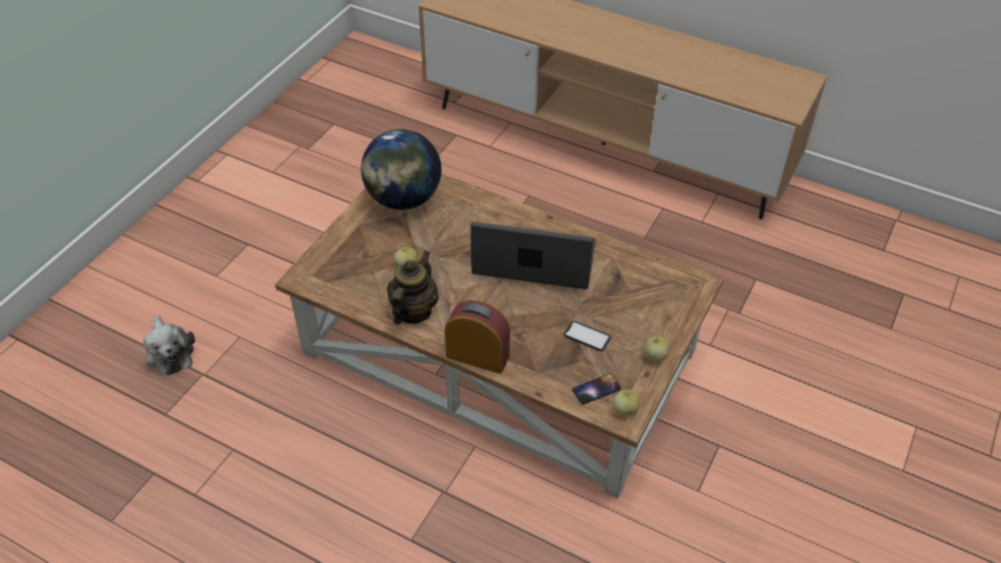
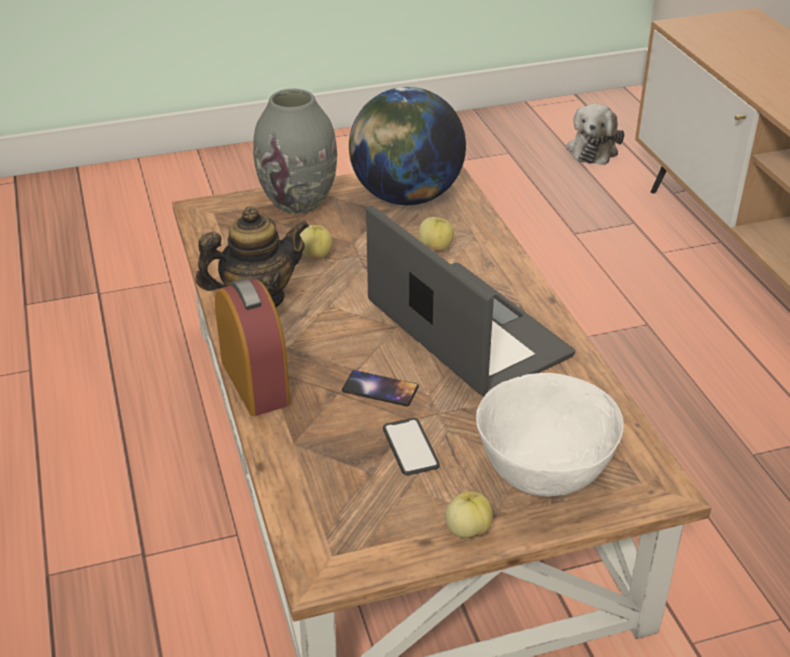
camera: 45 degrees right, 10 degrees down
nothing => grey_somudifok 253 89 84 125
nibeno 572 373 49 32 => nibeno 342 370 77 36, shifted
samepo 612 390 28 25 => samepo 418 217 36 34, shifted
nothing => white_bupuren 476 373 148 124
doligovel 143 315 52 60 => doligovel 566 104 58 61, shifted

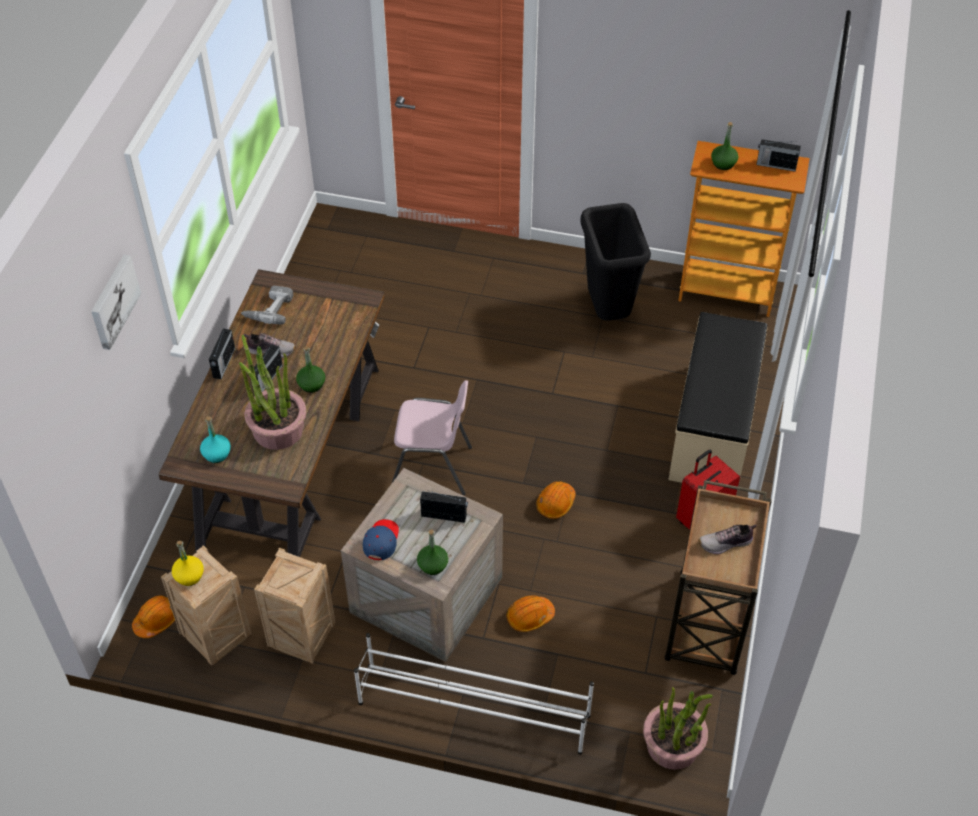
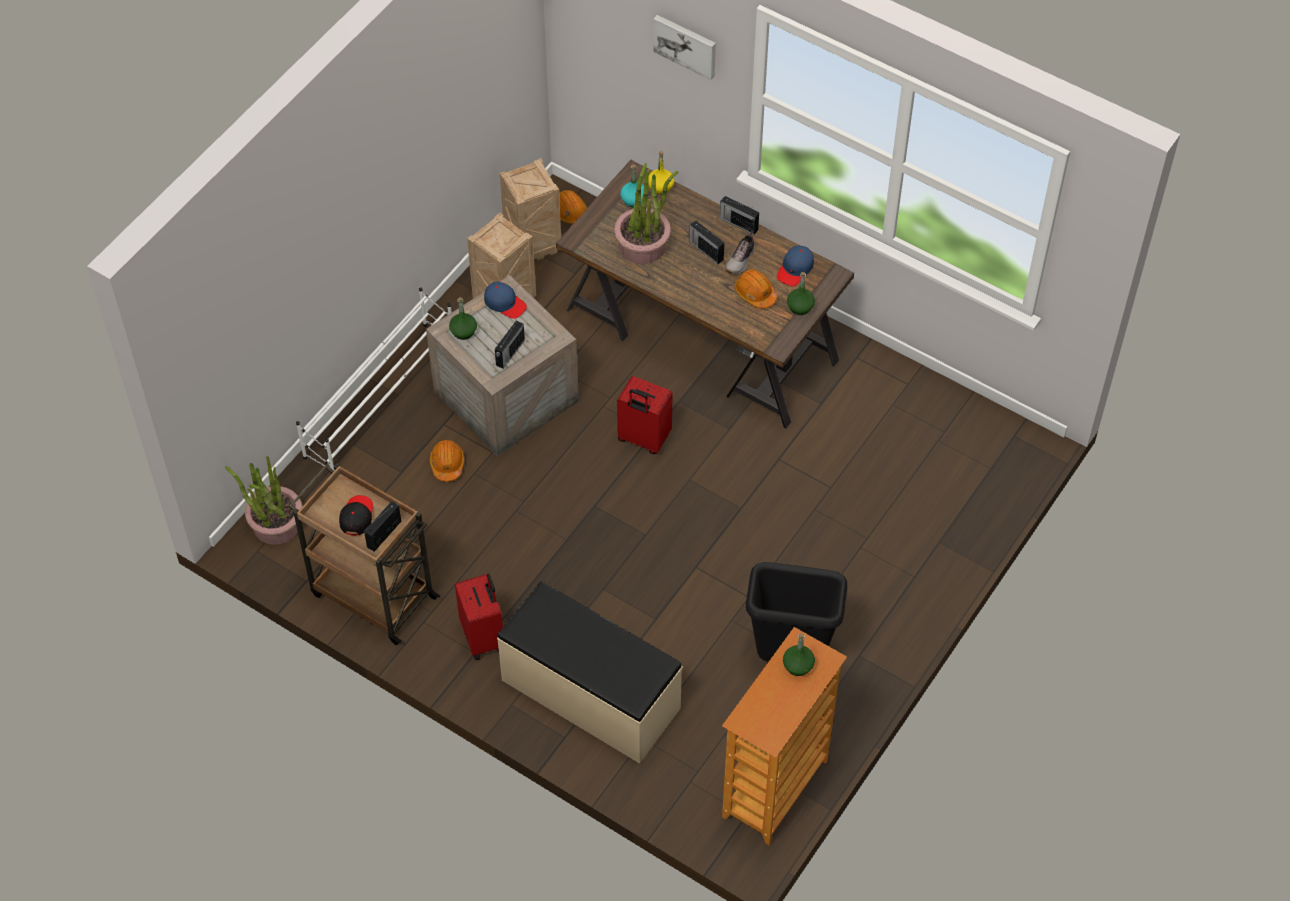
camera: 110 degrees right, 5 degrees up
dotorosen 699 525 58 30 => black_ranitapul 339 495 34 40
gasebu 756 139 45 33 => gasebu 364 501 37 51, shifted
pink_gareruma 392 380 80 115 => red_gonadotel 617 376 55 78
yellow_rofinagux 172 541 32 45 => yellow_rofinagux 648 151 26 43, shifted
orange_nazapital 536 481 40 38 => orange_nazapital 735 269 42 40, shifted
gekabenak 241 286 52 38 => blue_ranitapul 777 245 37 41
green_rofinagux 296 346 29 47 => green_rofinagux 787 272 28 43, shifted

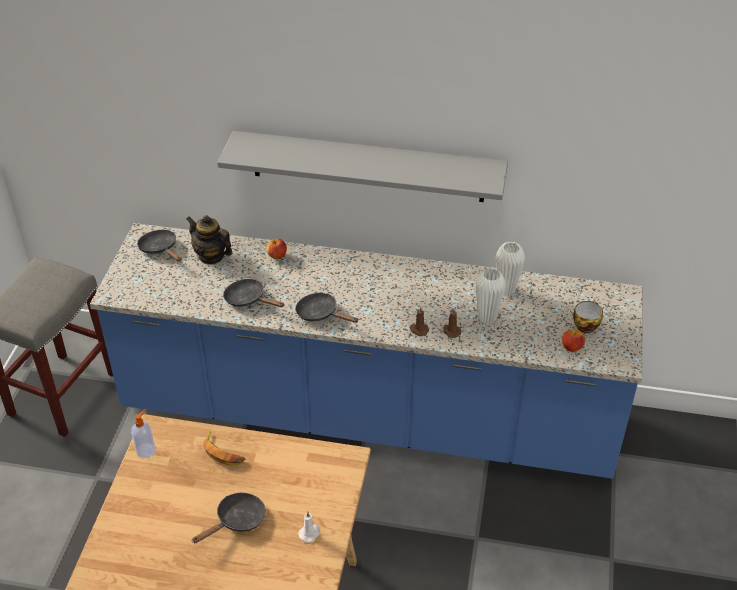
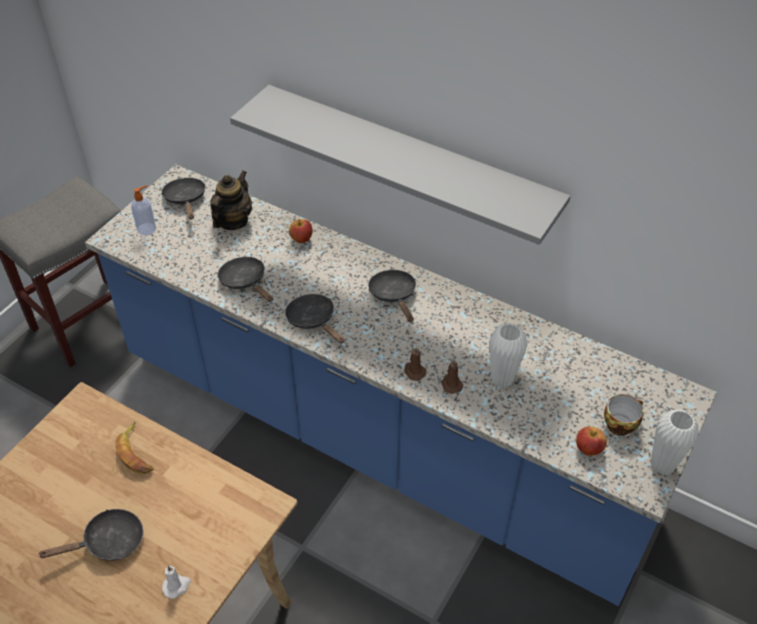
camera: 20 degrees right, 5 degrees up
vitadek 131 409 24 49 => vitadek 131 185 25 50, shifted
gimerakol 186 215 47 50 => gimerakol 211 170 41 60, 60 degrees clockwise
nothing => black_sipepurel 368 270 48 52
white_somudifok 496 242 29 54 => white_somudifok 650 409 49 66, shifted

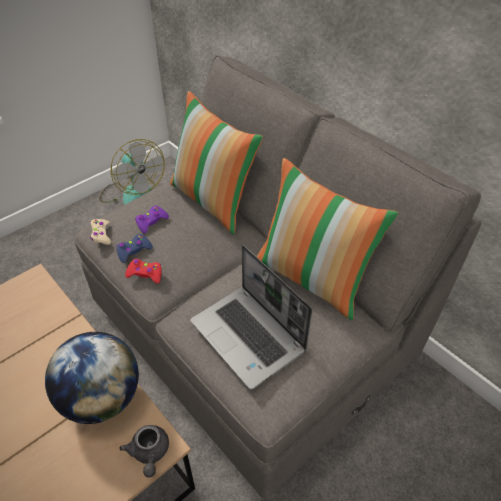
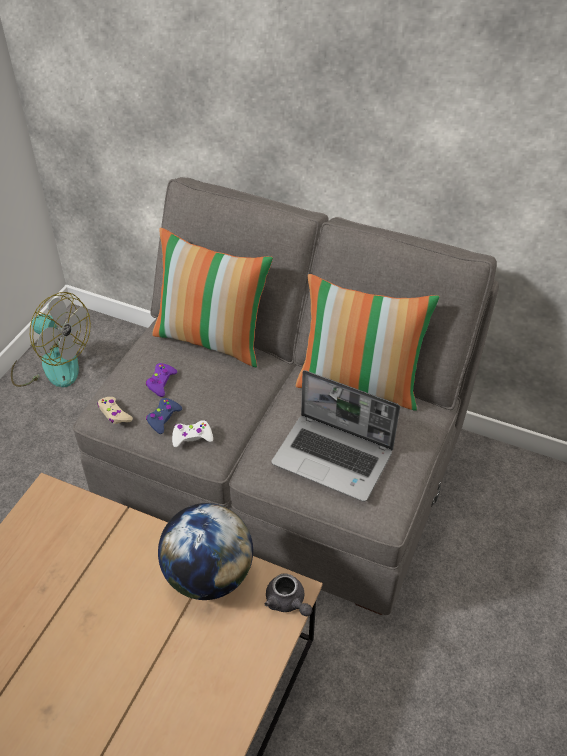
camera: 25 degrees left, 0 degrees up
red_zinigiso 125 259 37 24 => white_zinigiso 172 420 41 27

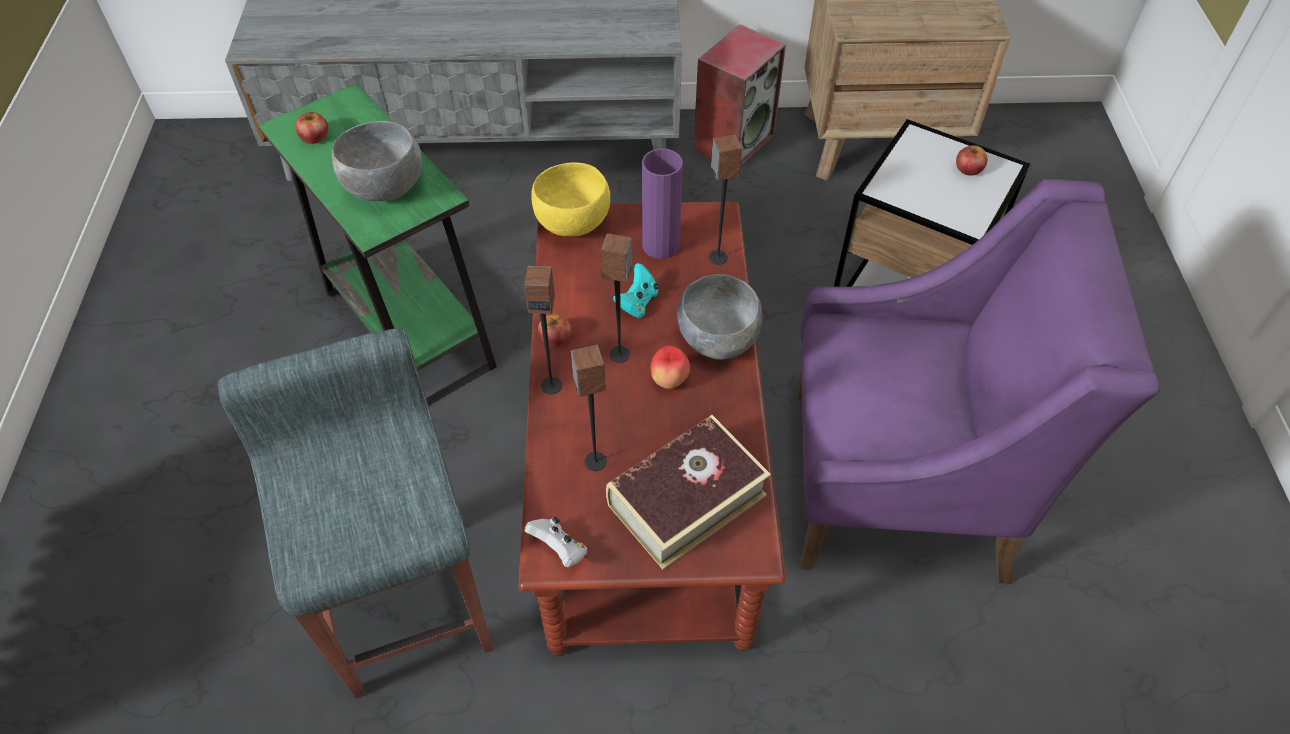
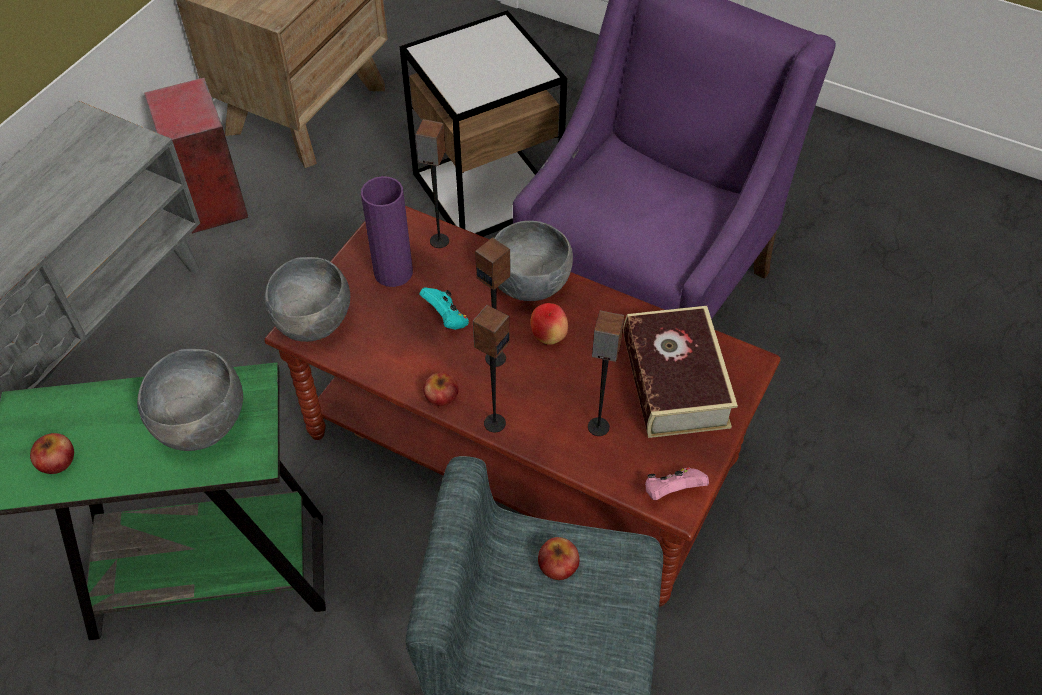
camera: 60 degrees left, 0 degrees up
yellow_bupuren 531 162 79 74 => grey_bupuren 264 257 86 85
samepo 956 145 31 31 => samepo 538 537 41 43, shifted
white_zinigiso 525 516 62 51 => pink_zinigiso 645 467 64 33

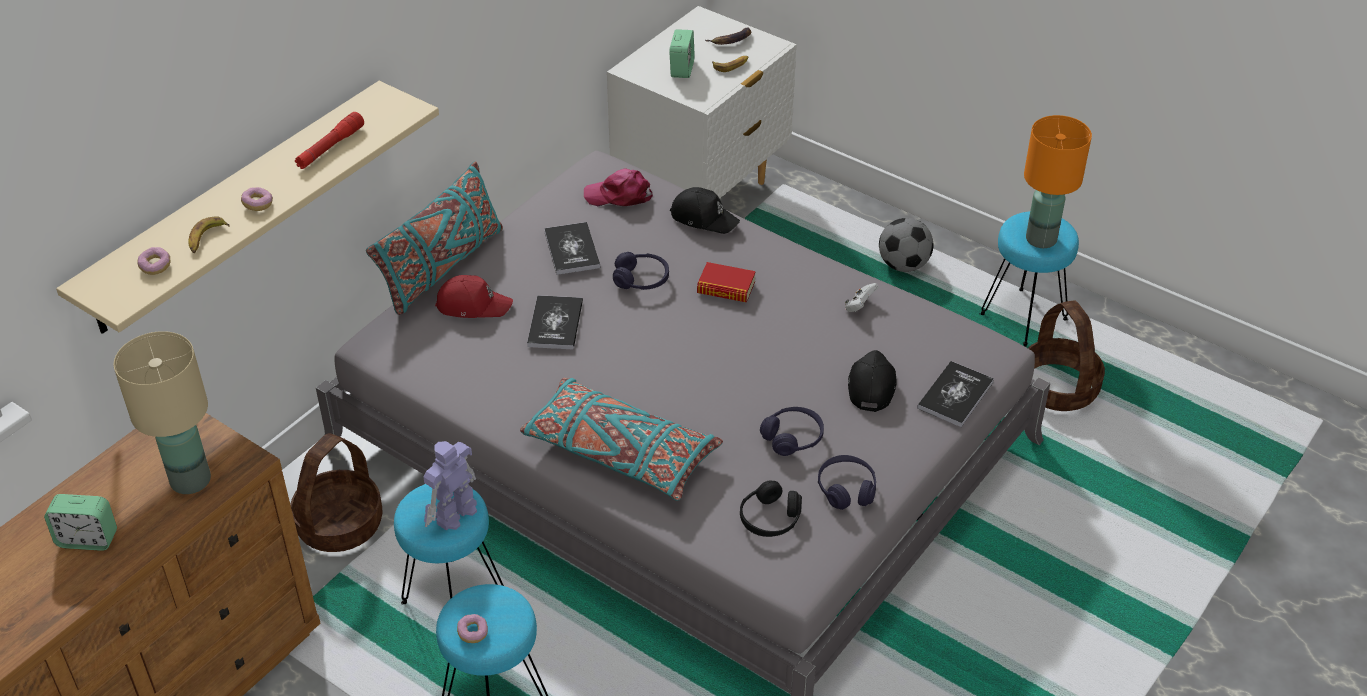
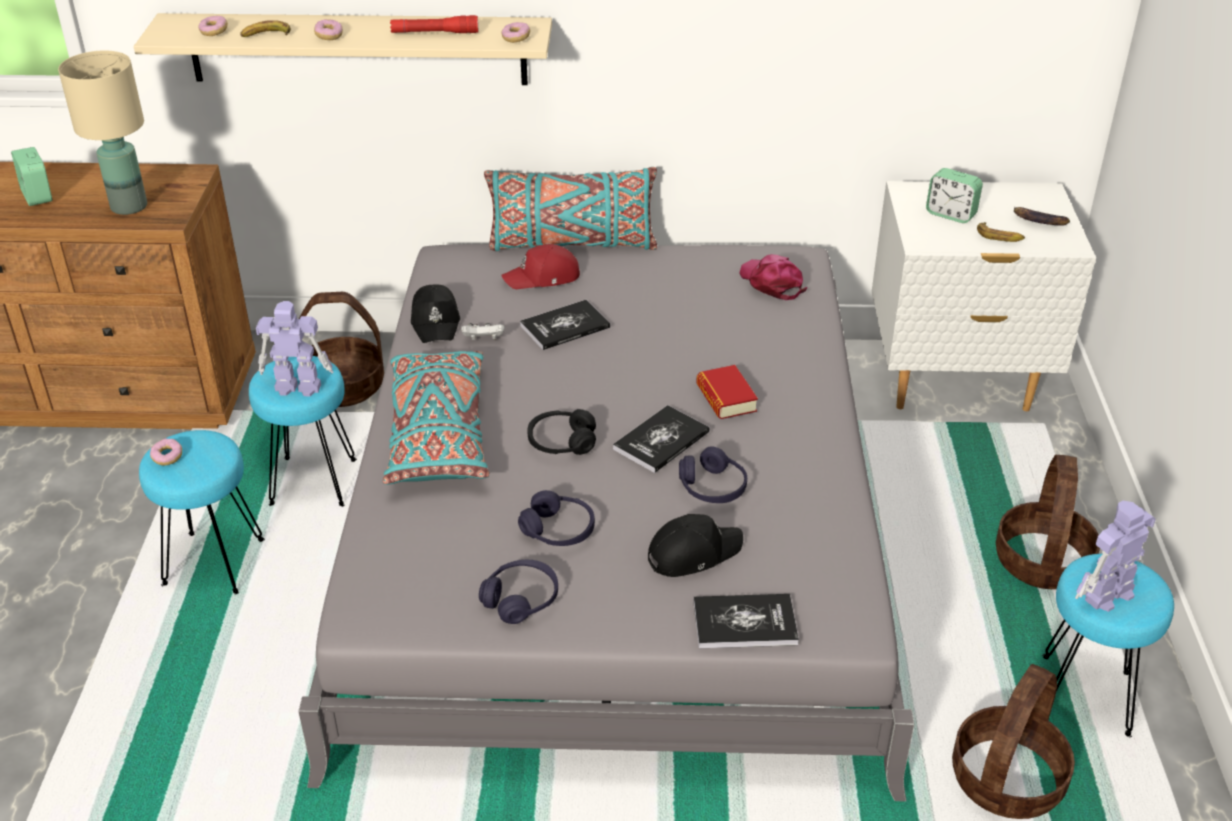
camera: 55 degrees right, 5 degrees down
black_ranitapul 670 187 70 47 => black_ranitapul 411 284 49 59, shifted
white_zinigiso 845 283 34 29 => white_zinigiso 461 323 44 17, shifted
nothing => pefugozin 502 22 28 21
red_ranitapul 435 275 78 43 => red_ranitapul 502 244 78 45, 105 degrees clockwise
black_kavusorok 740 480 62 57 => black_kavusorok 527 409 69 46, shifted
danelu 544 222 57 53 => danelu 613 405 97 68, shifted
purple_kavusorok 613 252 56 38 => purple_kavusorok 679 446 68 57, shifted
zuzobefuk 669 29 26 49 => zuzobefuk 926 168 57 55, 60 degrees clockwise
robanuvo 879 218 55 54 => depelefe 996 455 104 134
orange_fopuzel 1024 115 68 133 => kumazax 1075 501 81 111

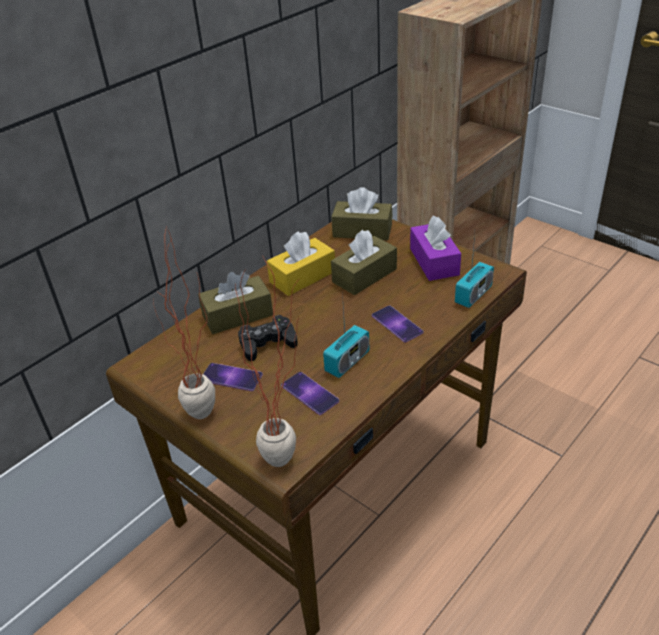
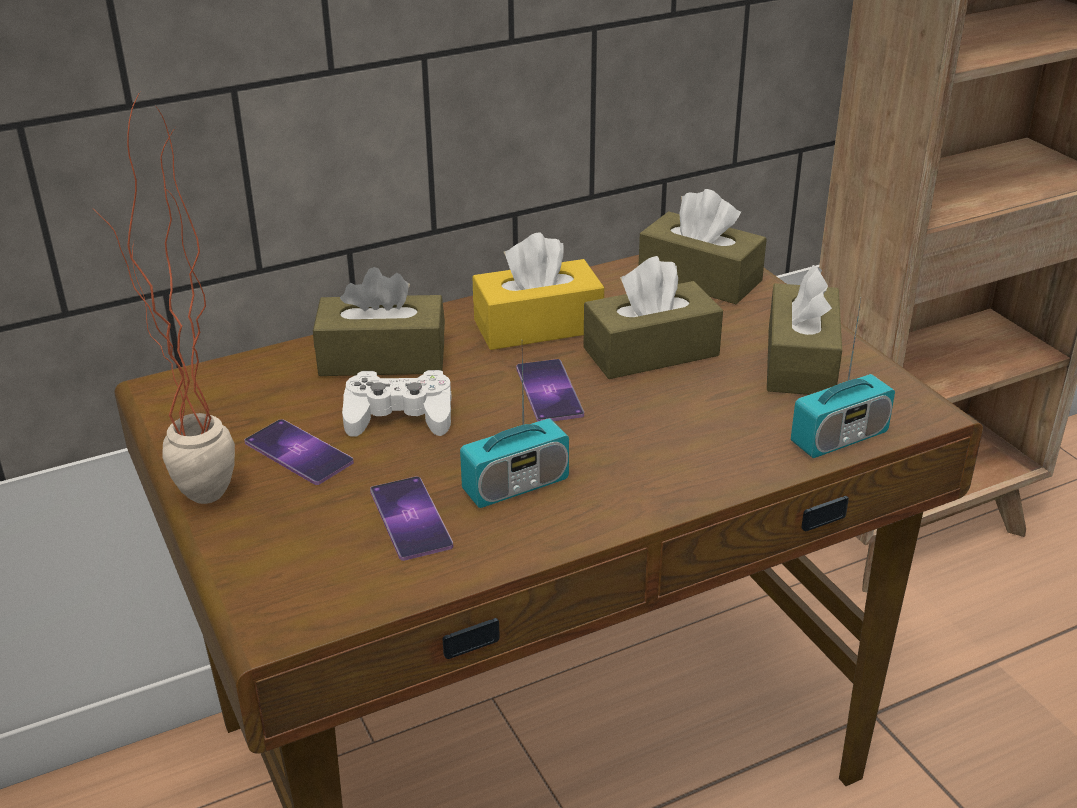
camera: 20 degrees right, 5 degrees down
black_zinigiso 238 315 60 46 => white_zinigiso 342 370 110 67
nibeno 372 305 52 37 => nibeno 516 359 68 63, shifted
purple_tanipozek 410 216 51 65 => brown_tanipozek 767 265 75 130
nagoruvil 235 255 65 212 => nothing

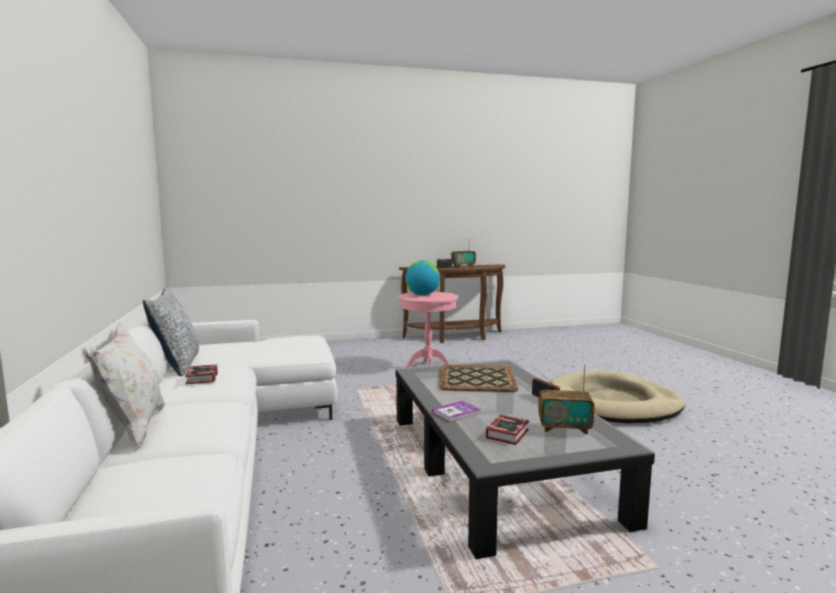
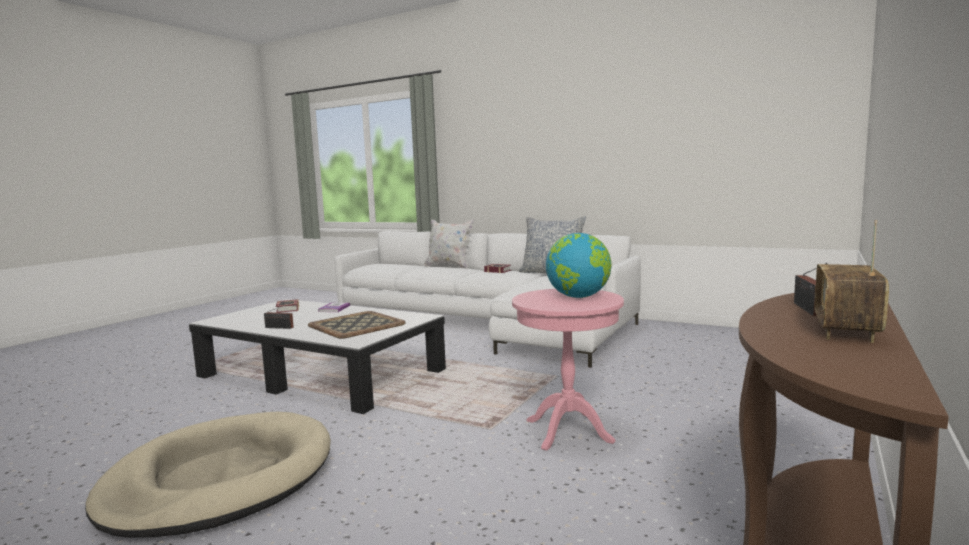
camera: 135 degrees right, 0 degrees up
gasebu 538 365 57 69 => nothing

